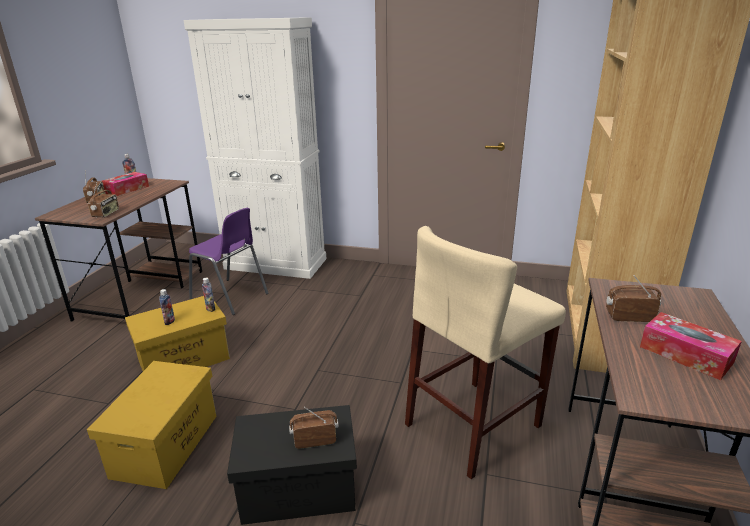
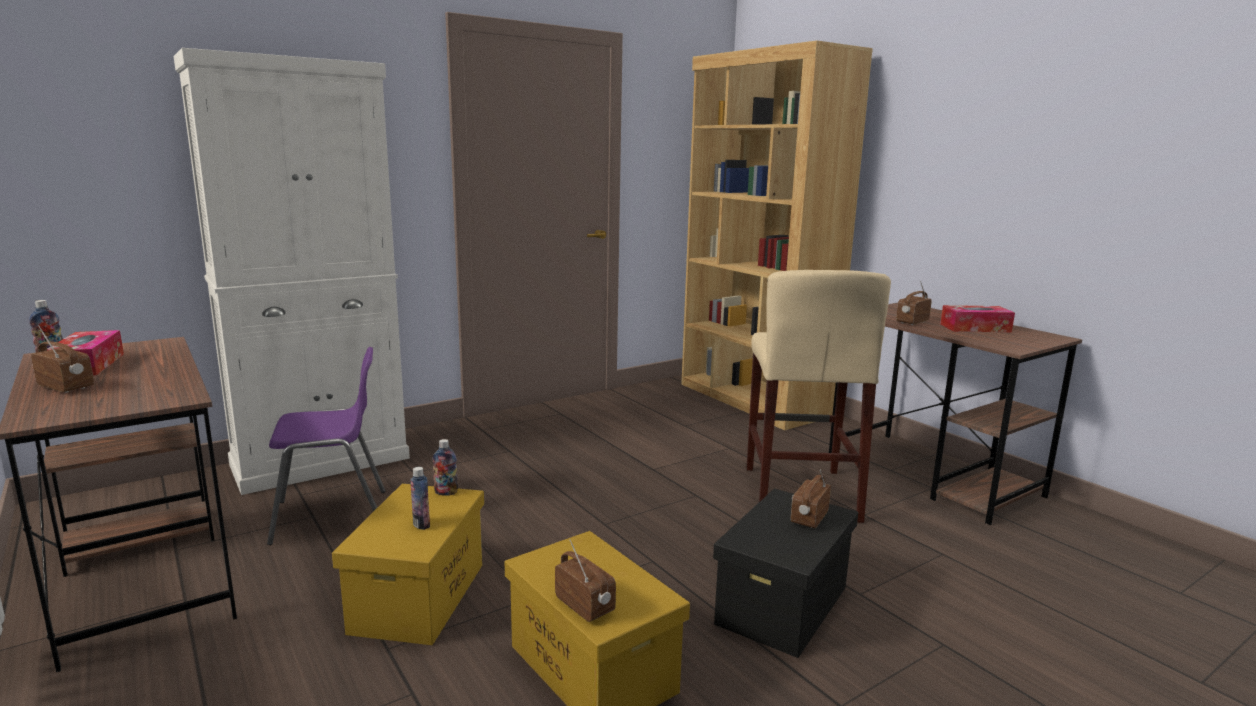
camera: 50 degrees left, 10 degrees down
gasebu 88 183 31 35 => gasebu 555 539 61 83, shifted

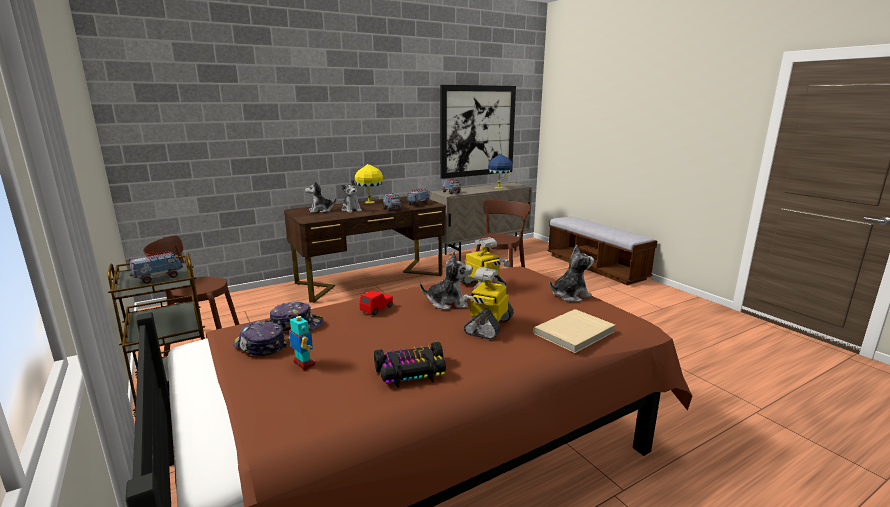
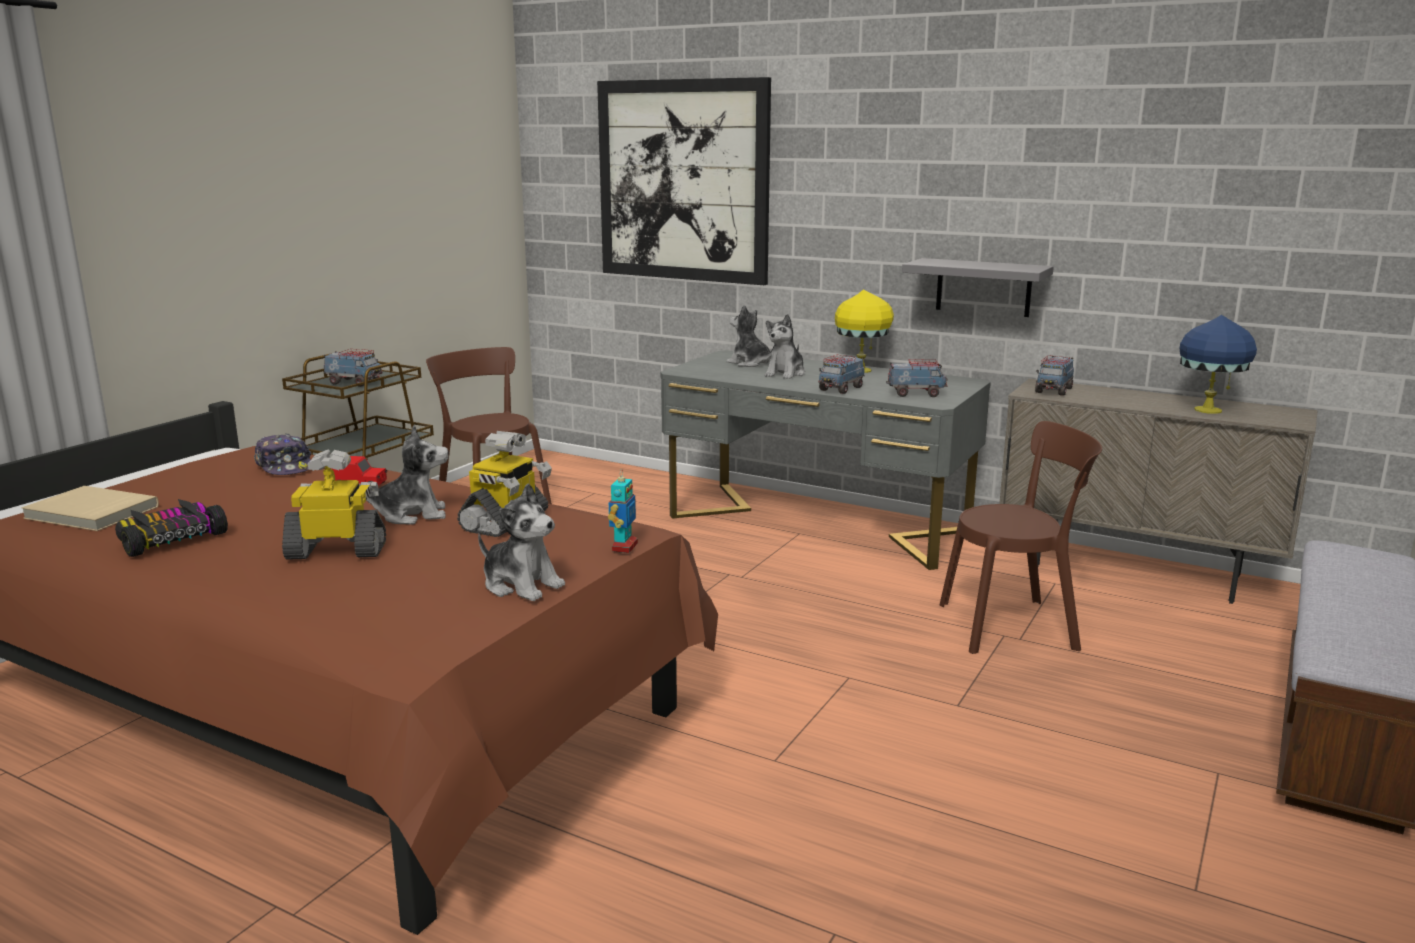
camera: 60 degrees right, 0 degrees up
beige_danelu 533 309 82 44 => beige_danelu 21 486 138 45, shifted
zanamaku 374 342 72 46 => zanamaku 115 499 113 58, 90 degrees clockwise
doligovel 420 251 53 59 => doligovel 359 425 90 100, 75 degrees counterclockwise
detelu 440 85 76 94 => detelu 597 77 174 208, shifted
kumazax 289 313 26 57 => kumazax 608 469 30 84, shifted
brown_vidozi 284 196 162 107 => grey_vidozi 660 350 331 220
nothing => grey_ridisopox 902 258 152 59
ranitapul 233 320 54 36 => nothing

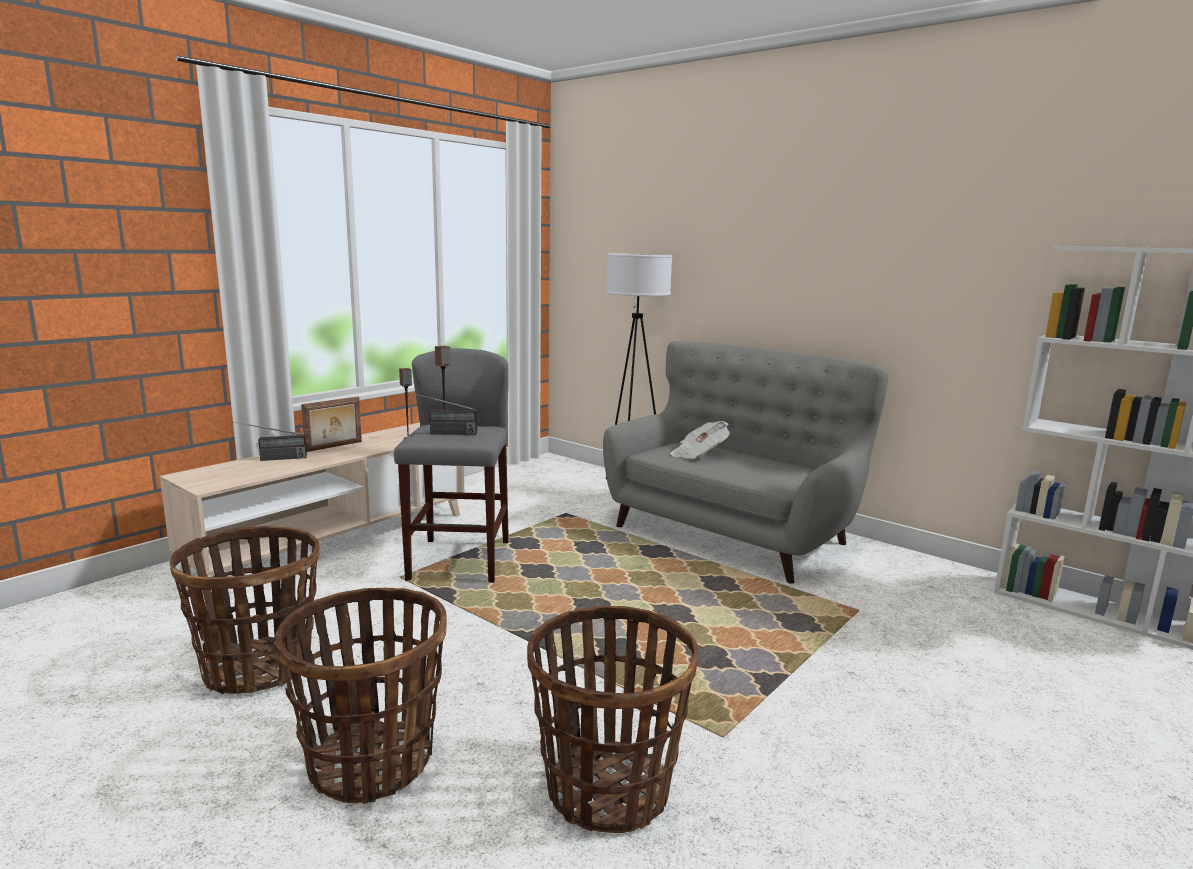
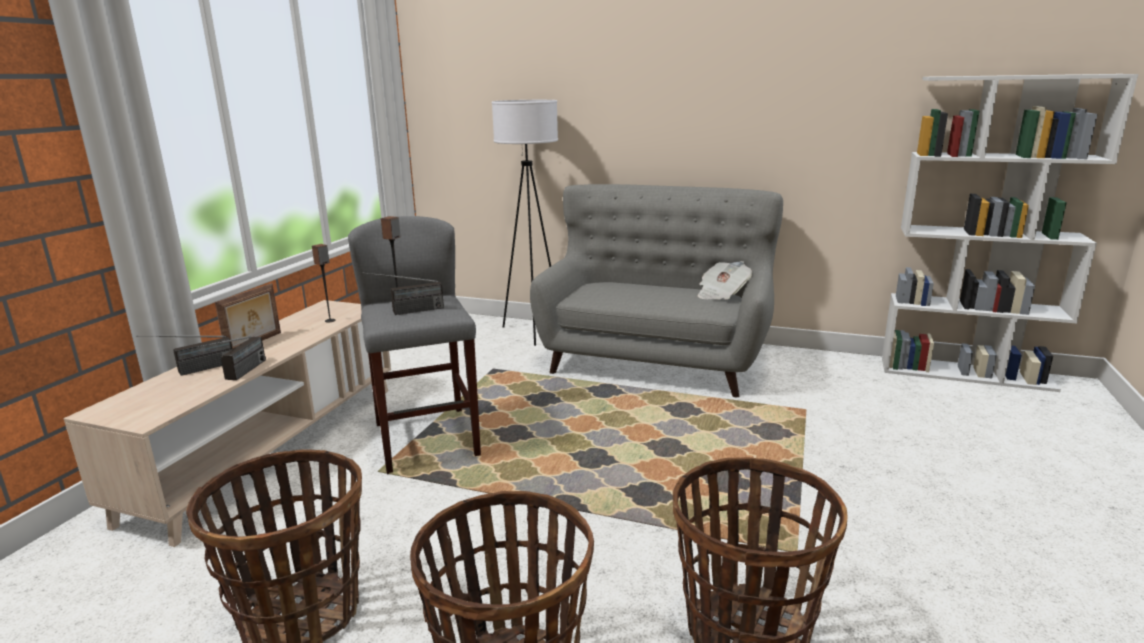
camera: 20 degrees left, 5 degrees up
nothing => gasebu 198 336 68 44
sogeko 670 421 60 38 => sogeko 697 261 55 39, shifted

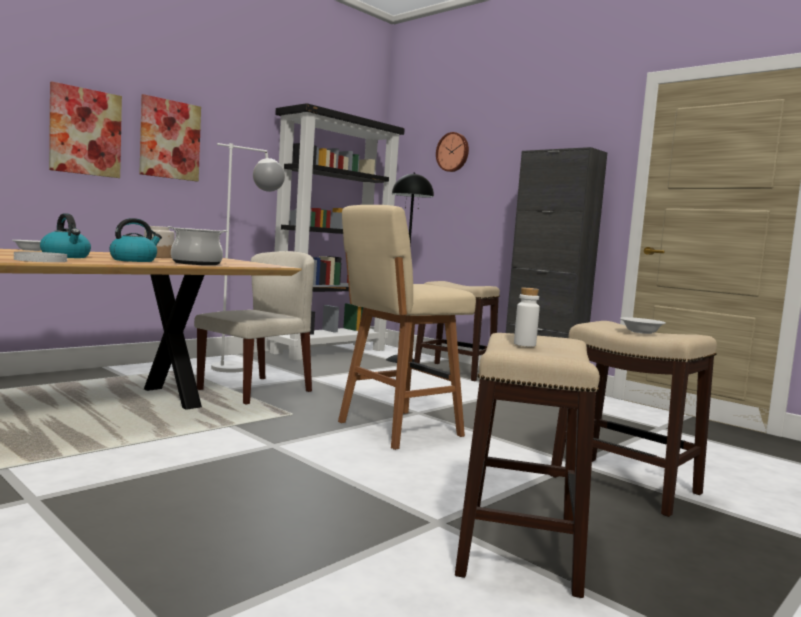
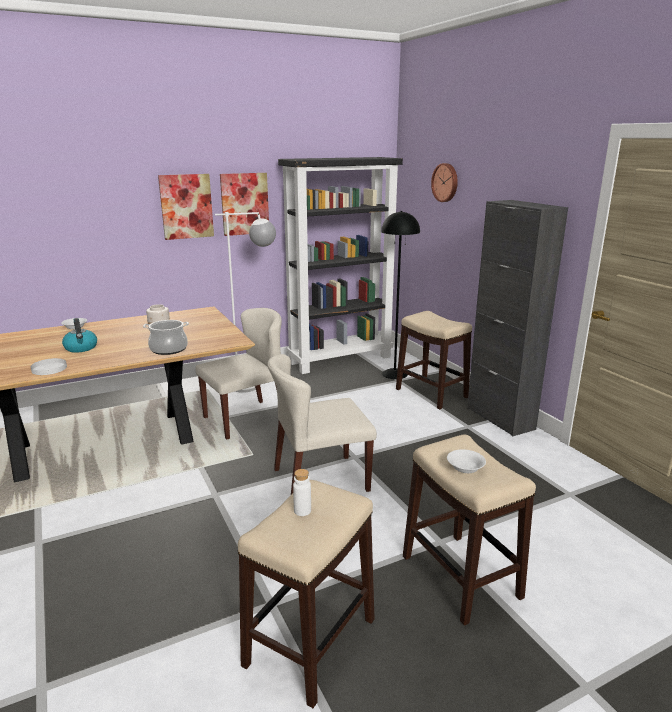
camera: 20 degrees right, 15 degrees up
detelu 49 81 73 97 => detelu 220 173 49 63, shifted
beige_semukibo 338 205 138 245 => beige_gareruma 268 354 109 140
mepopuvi 109 218 53 44 => nothing

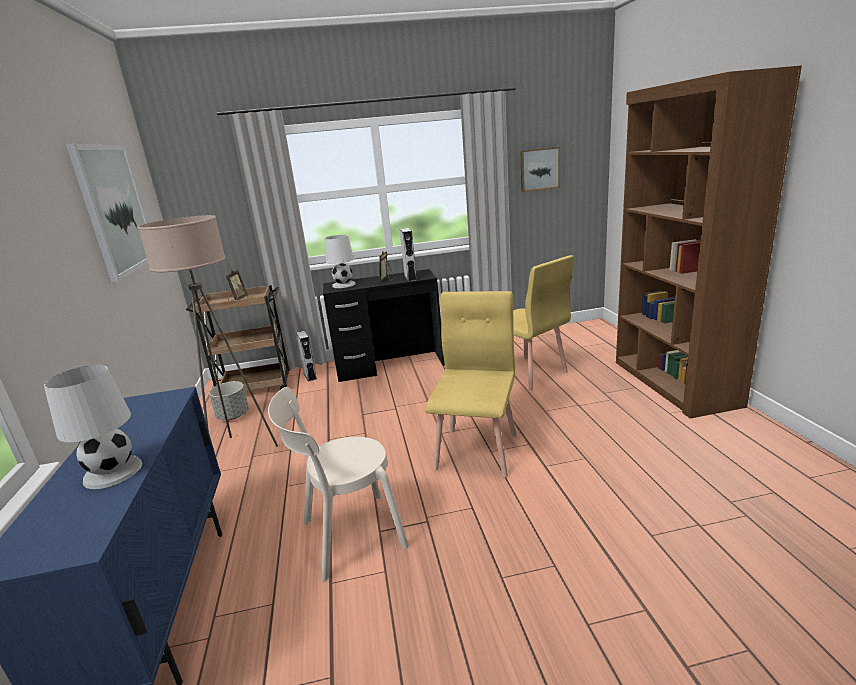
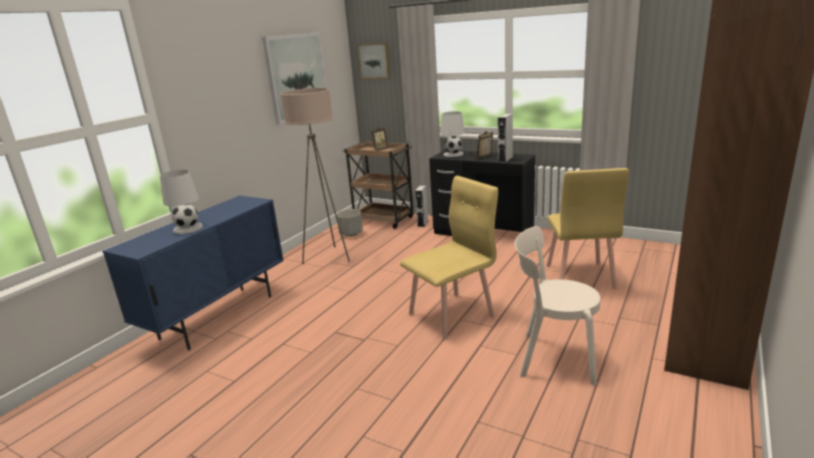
camera: 40 degrees right, 0 degrees up
detelu 520 147 40 45 => detelu 358 43 33 36, shifted
beige_gareruma 268 387 141 195 => beige_gareruma 515 226 85 159, shifted

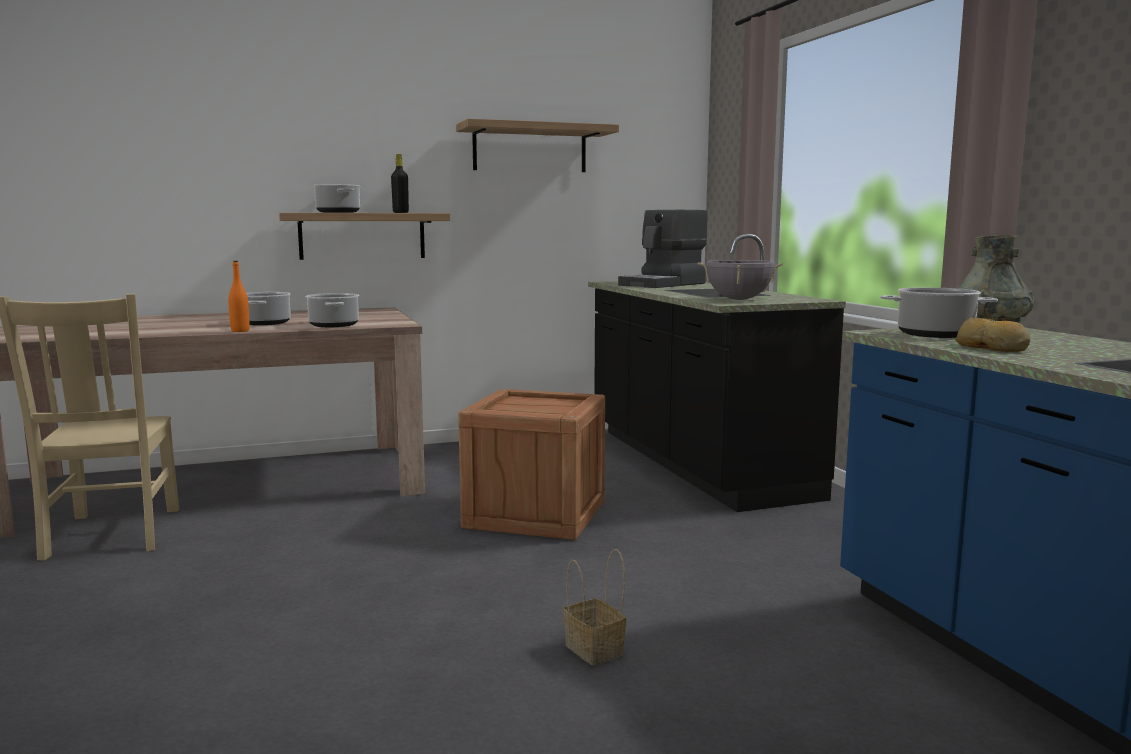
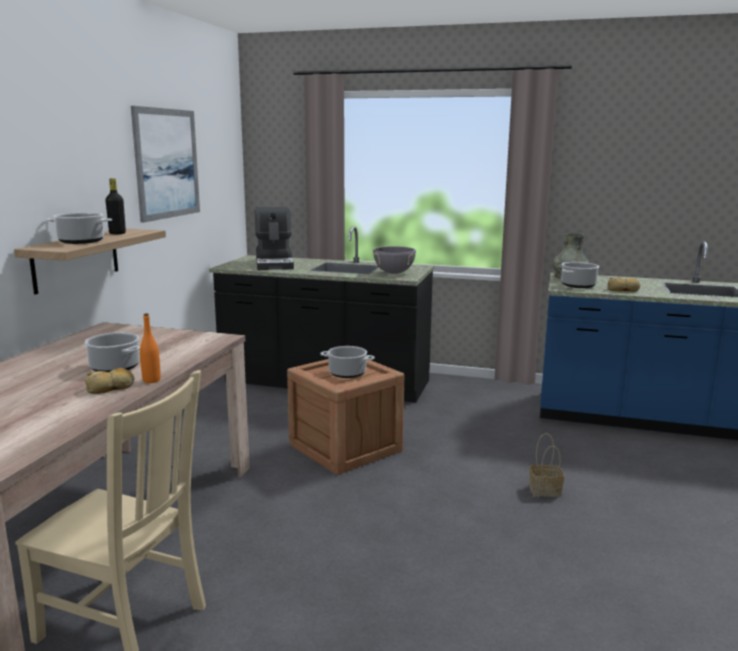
camera: 55 degrees left, 5 degrees up
nothing => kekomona 85 368 50 26
ridisopox 456 118 163 54 => detelu 131 106 69 117
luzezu 306 293 53 34 => luzezu 320 346 55 32, shifted

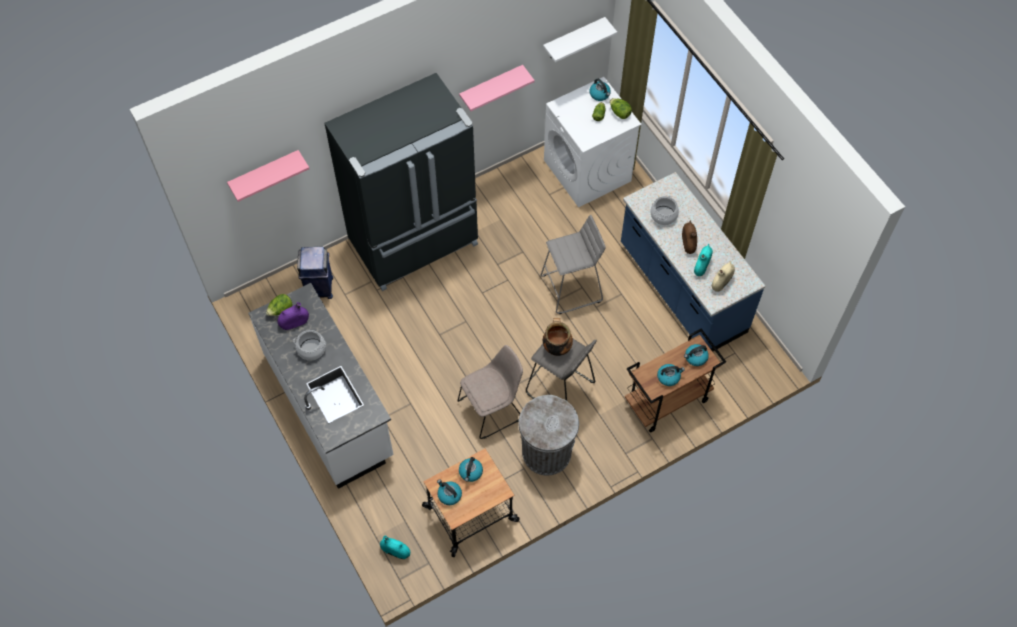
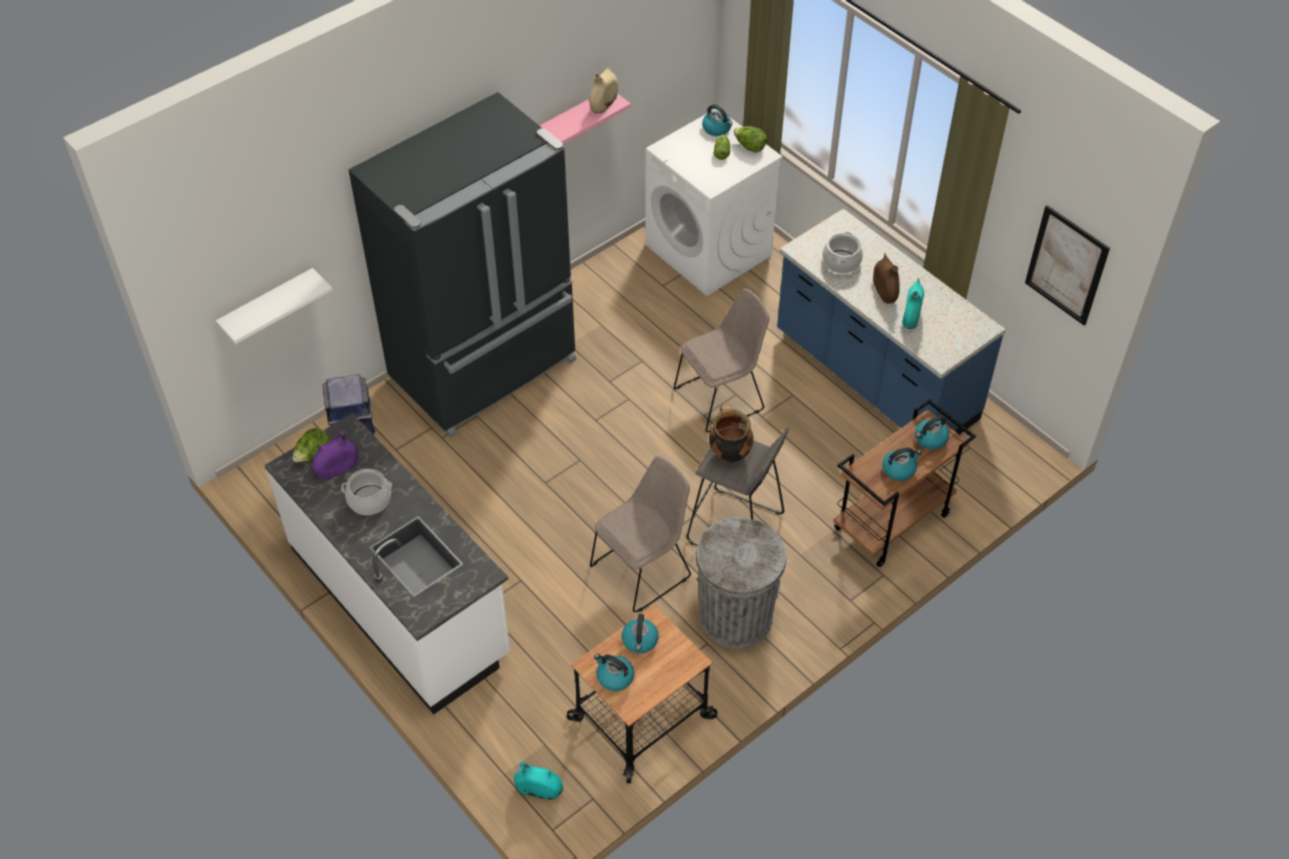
camera: 10 degrees left, 10 degrees down
white_ridisopox 543 17 74 45 => white_ridisopox 216 268 116 76, shifted
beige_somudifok 712 261 23 31 => beige_somudifok 589 65 29 49, shifted
grey_semukibo 541 215 65 99 => beige_gareruma 674 288 96 144
nothing => detelu 1025 205 85 121
pink_ridisopox 227 150 82 52 => nothing

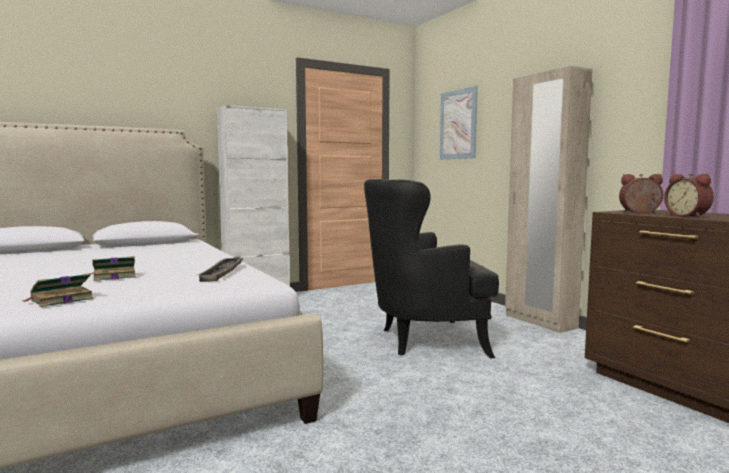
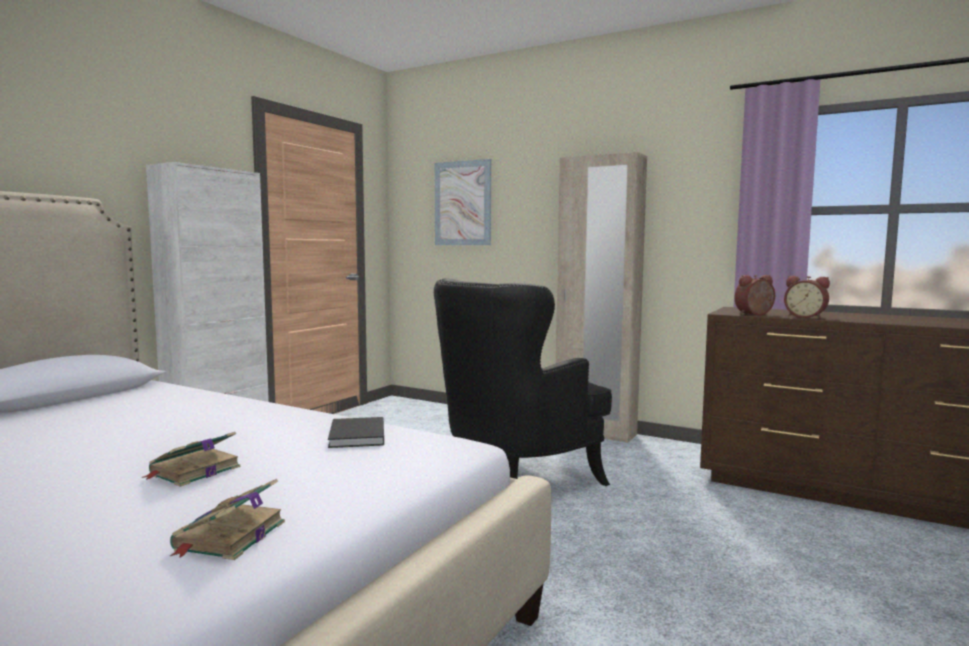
camera: 30 degrees left, 0 degrees up
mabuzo 198 257 46 25 => black_danelu 328 417 56 31

